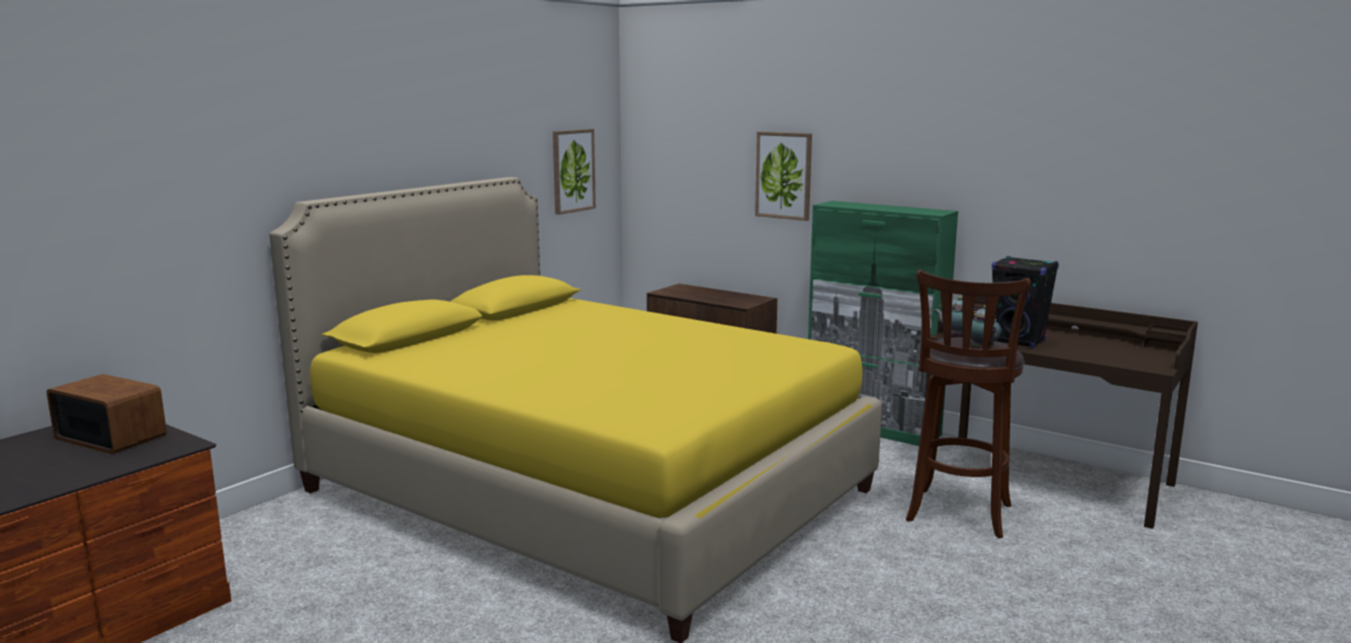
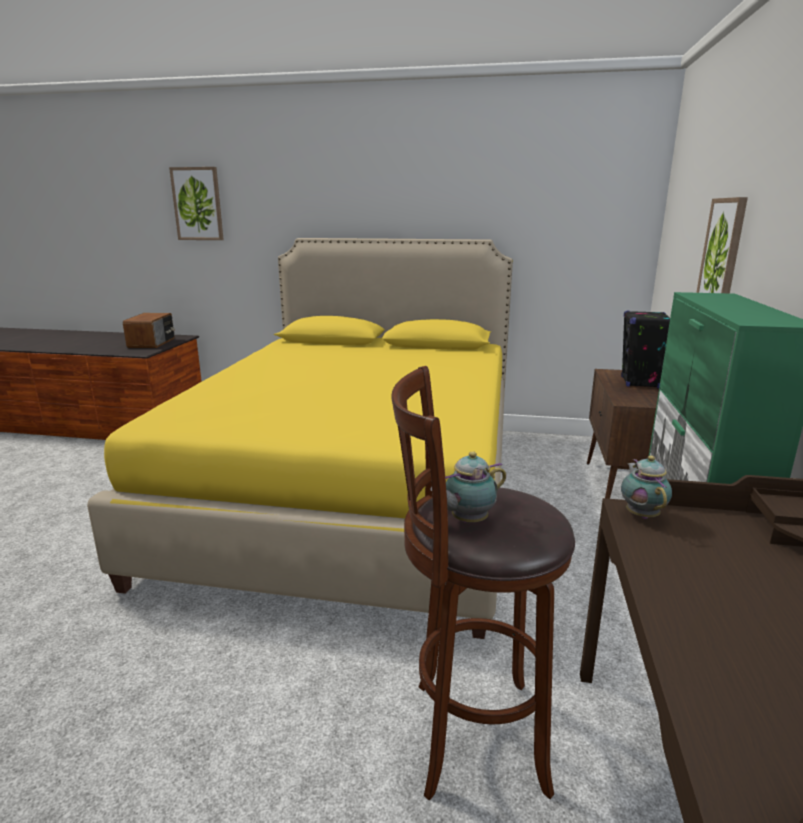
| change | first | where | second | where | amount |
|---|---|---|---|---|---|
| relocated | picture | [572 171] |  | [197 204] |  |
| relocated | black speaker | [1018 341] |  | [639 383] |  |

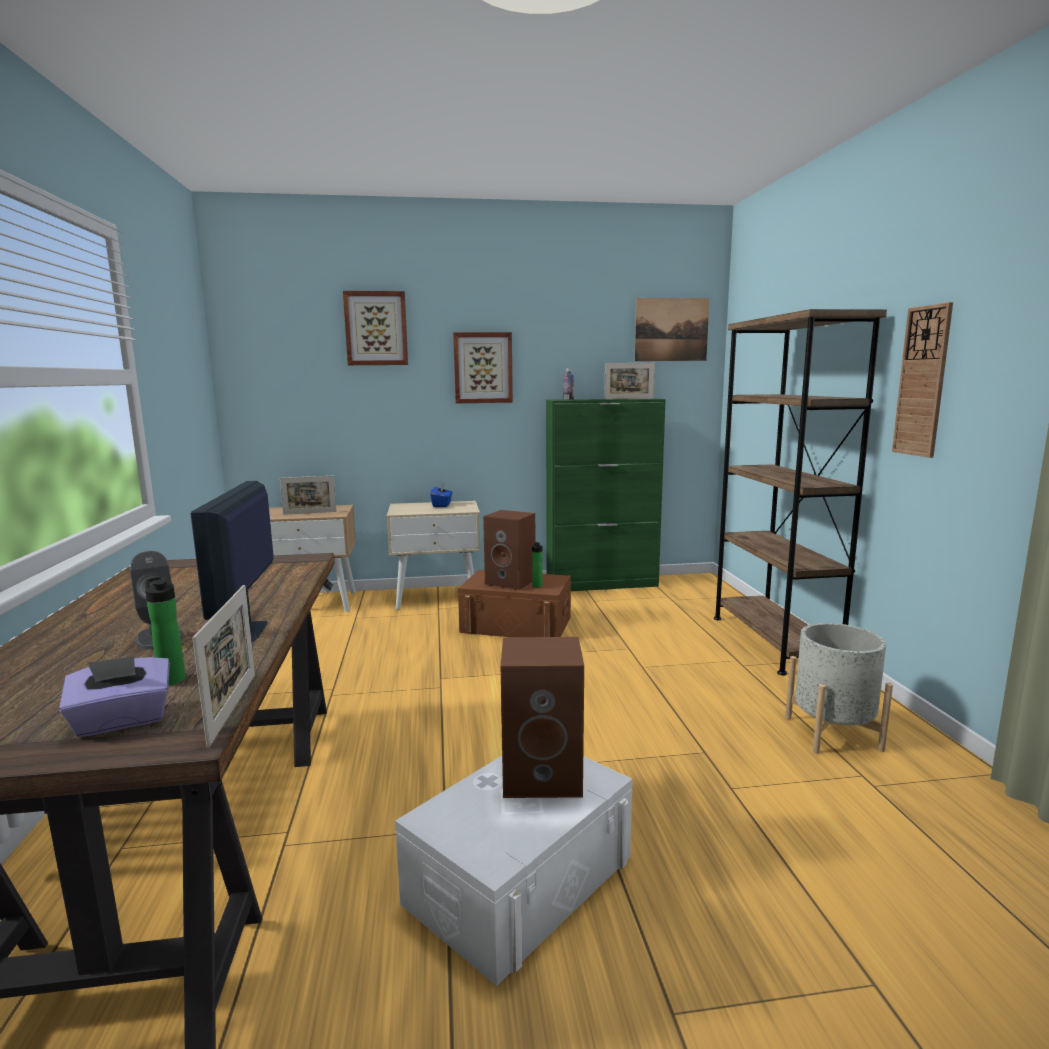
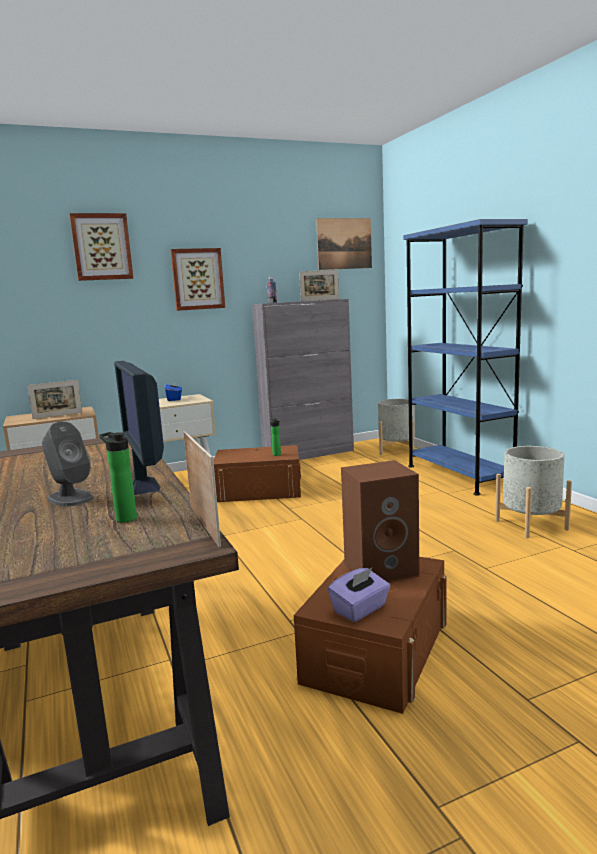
| change | first | where | second | where | amount |
|---|---|---|---|---|---|
| missing | wall clock | [922 381] |  |  |  |
| colour | brown bookcase | [773 641] | blue bookcase | [459 475] |  |
| colour | green cabinet | [602 584] | grey cabinet | [309 454] |  |
| missing | brown speaker | [512 582] |  |  |  |
| relocated | purple tissue box | [122 721] |  | [360 609] |  |
| colour | white storage box | [520 879] | brown storage box | [376 650] |  |
| appeared |  |  | grey planter | [397 450] |  |

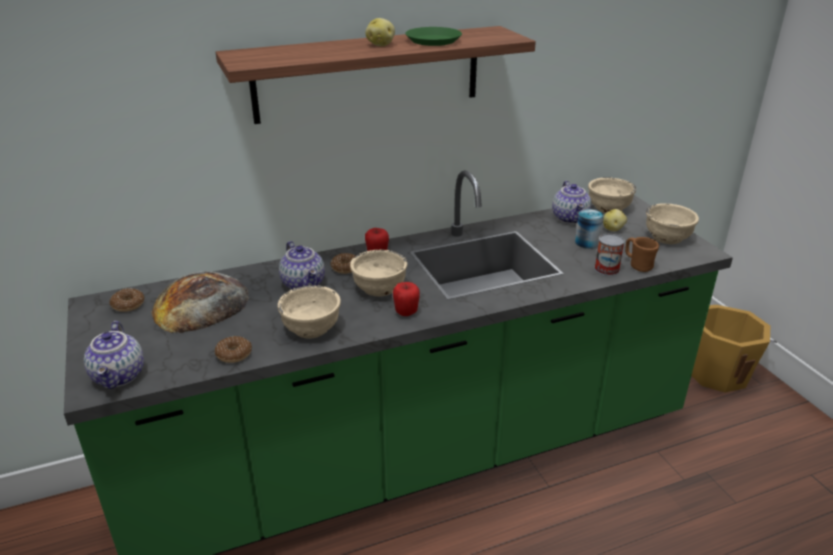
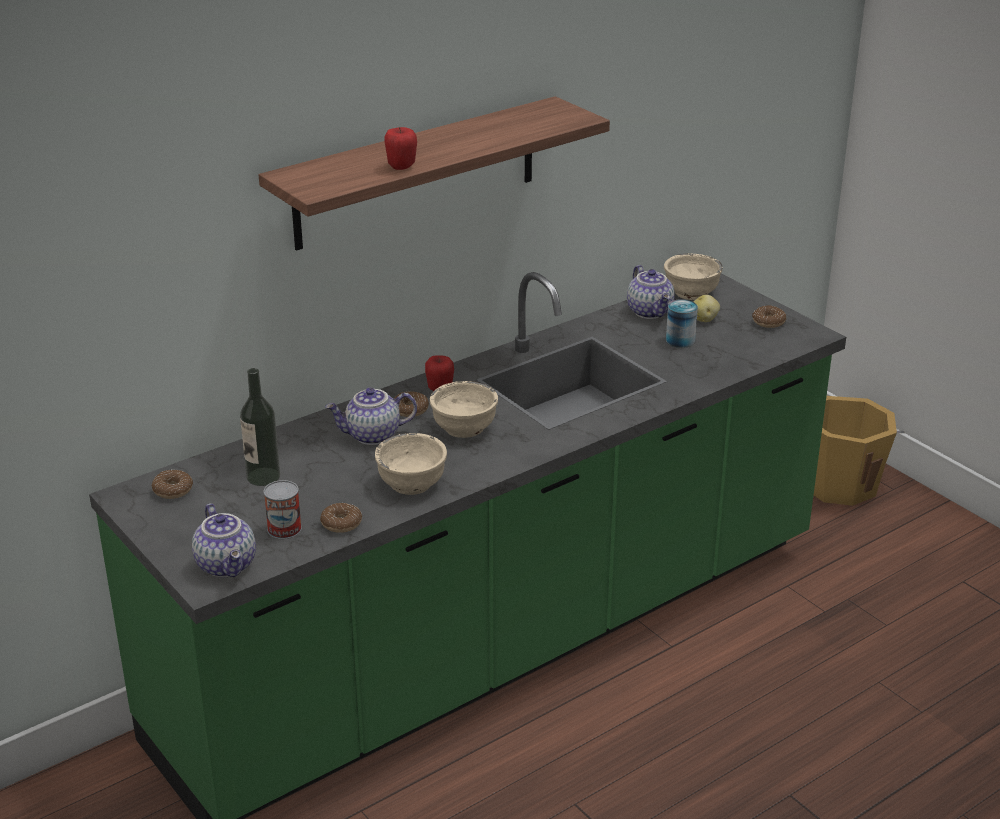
| change | first | where | second | where | amount |
|---|---|---|---|---|---|
| missing | potato | [381 45] |  |  |  |
| missing | green plate | [433 40] |  |  |  |
| exchanged | beige bowl | [667 237] | donut | [768 322] |  |
| relocated | can | [606 269] |  | [284 529] |  |
| missing | brown mug | [638 265] |  |  |  |
| spun | teapot | [304 284] |  | [372 436] | 120 degrees clockwise |
| exchanged | bread | [201 304] | bottle | [263 476] |  |
| relocated | apple | [406 313] |  | [401 167] |  |

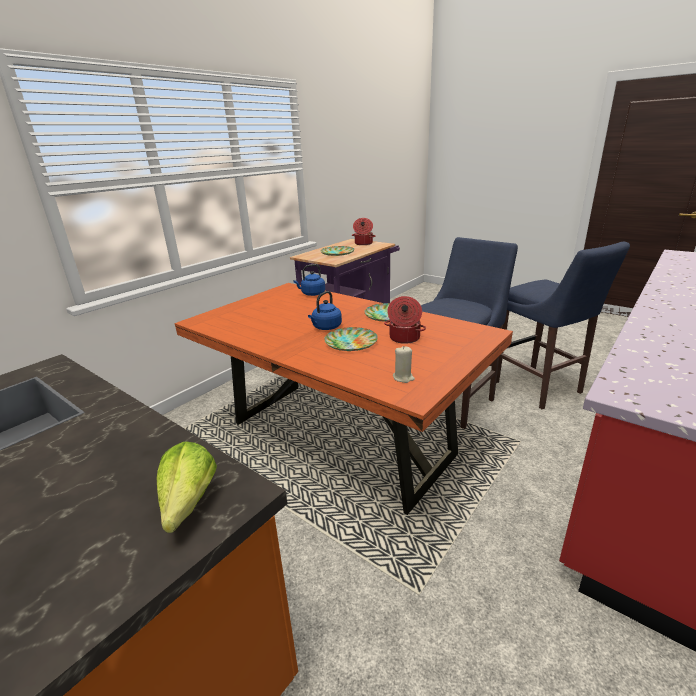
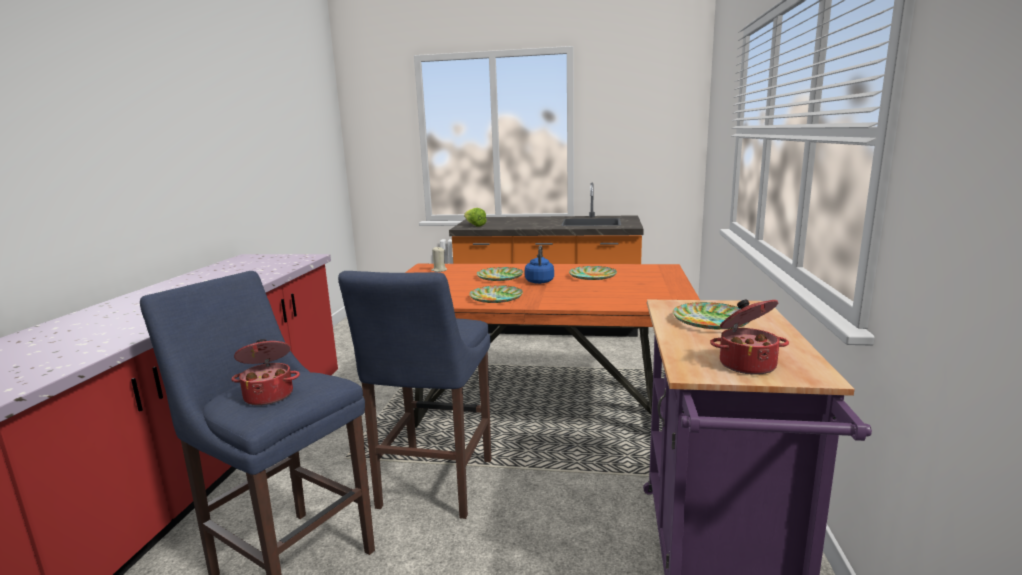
| change | first | where | second | where | amount |
|---|---|---|---|---|---|
| missing | blue kettle | [312 294] |  |  |  |
| relocated | cooking pot | [404 338] |  | [269 395] |  |
| appeared |  |  | plate | [592 276] |  |

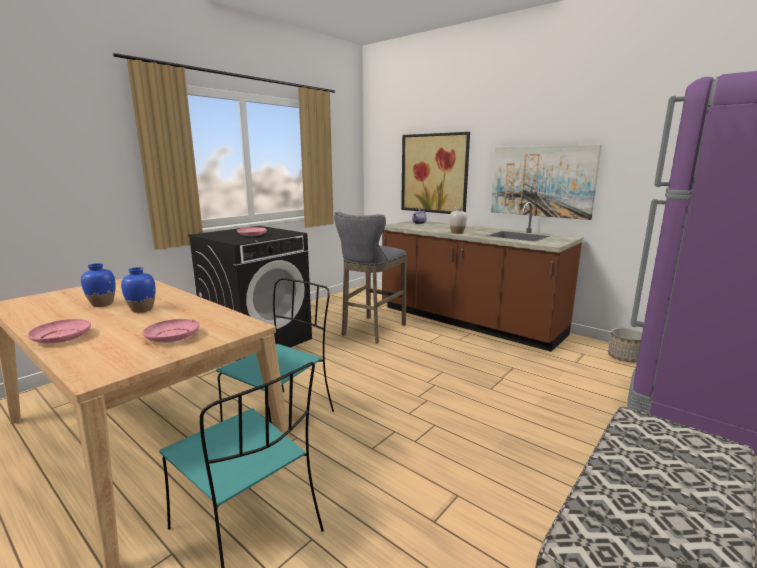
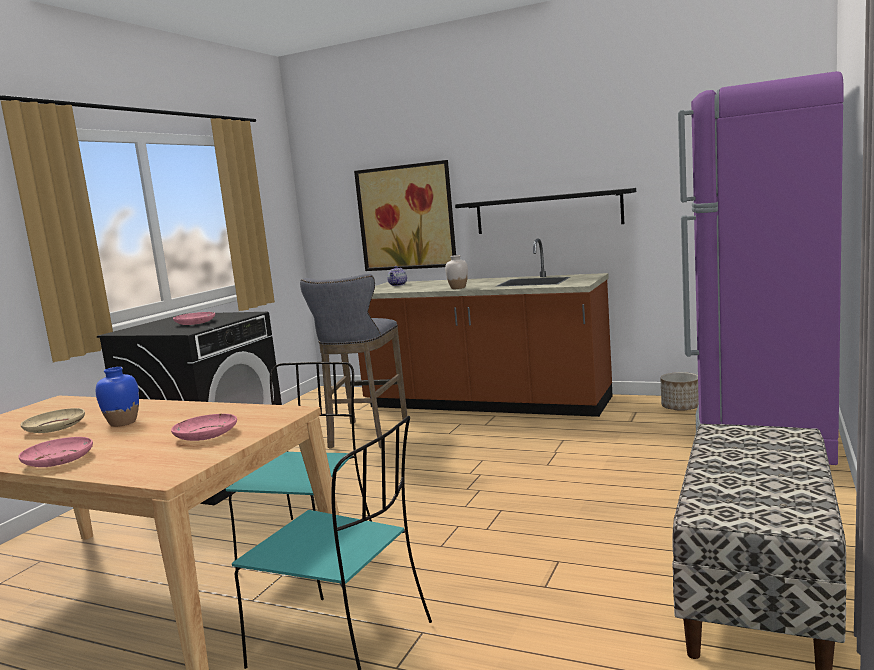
| change | first | where | second | where | amount |
|---|---|---|---|---|---|
| exchanged | picture | [541 181] | black shelf | [547 212] |  |
| exchanged | blue vase | [102 304] | beige plate | [55 428] |  |

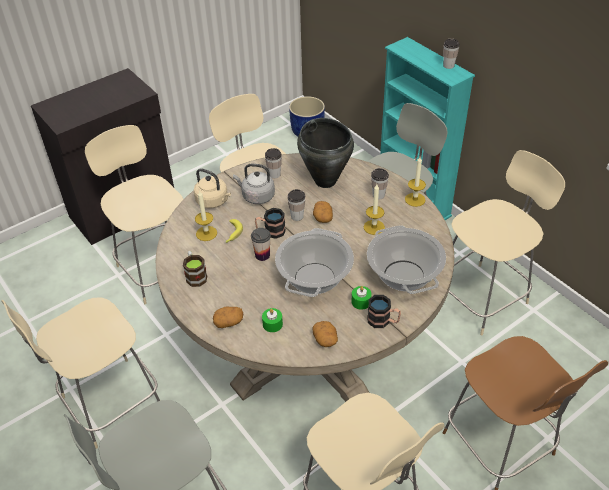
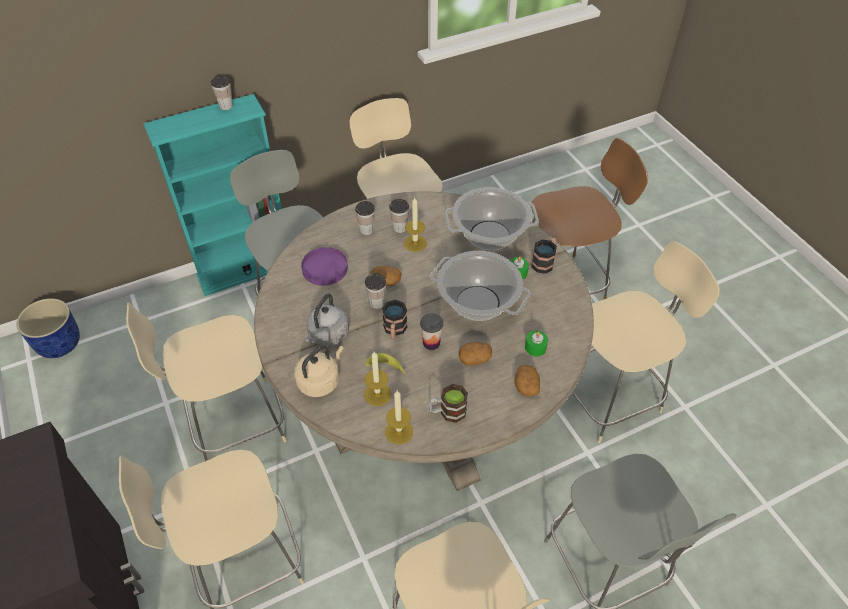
| change | first | where | second | where | amount |
|---|---|---|---|---|---|
| exchanged | black cooking pot | [325 180] | purple plate | [324 268] |  |
| relocated | cup | [274 174] |  | [400 228] |  |
| relocated | candle | [415 199] |  | [399 432] |  |
| relocated | potato | [325 339] |  | [474 358] |  |

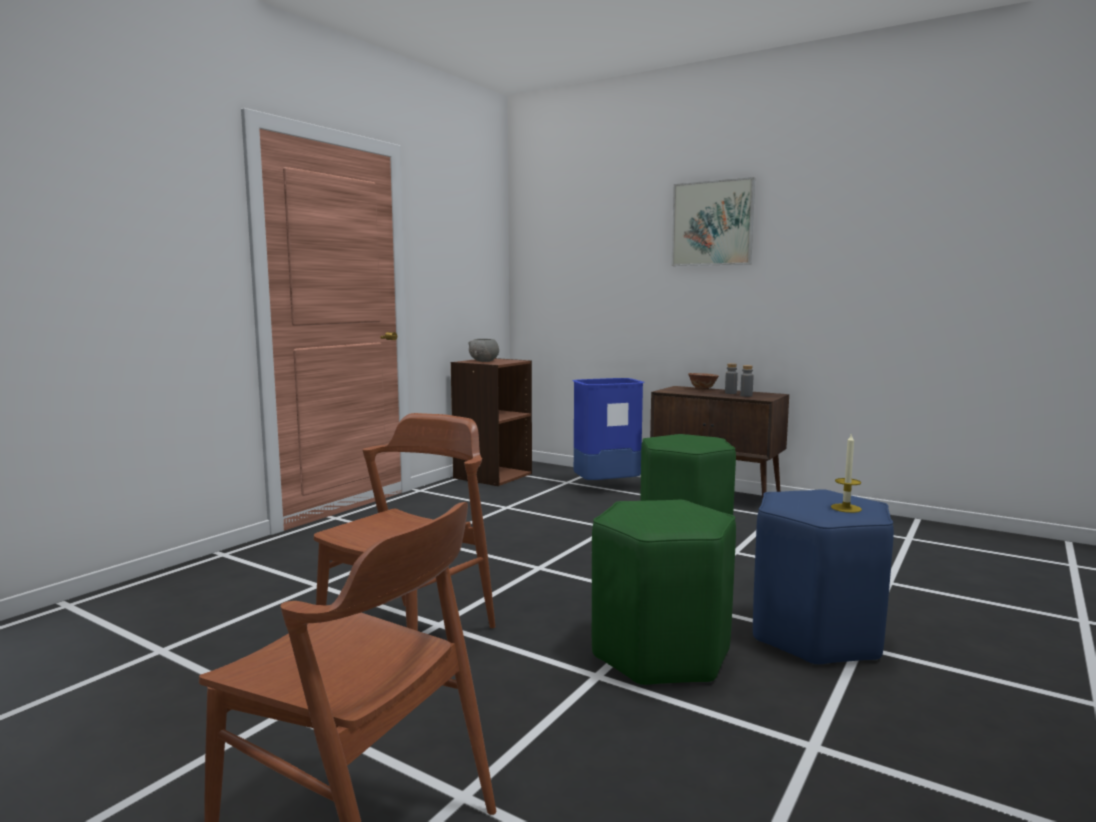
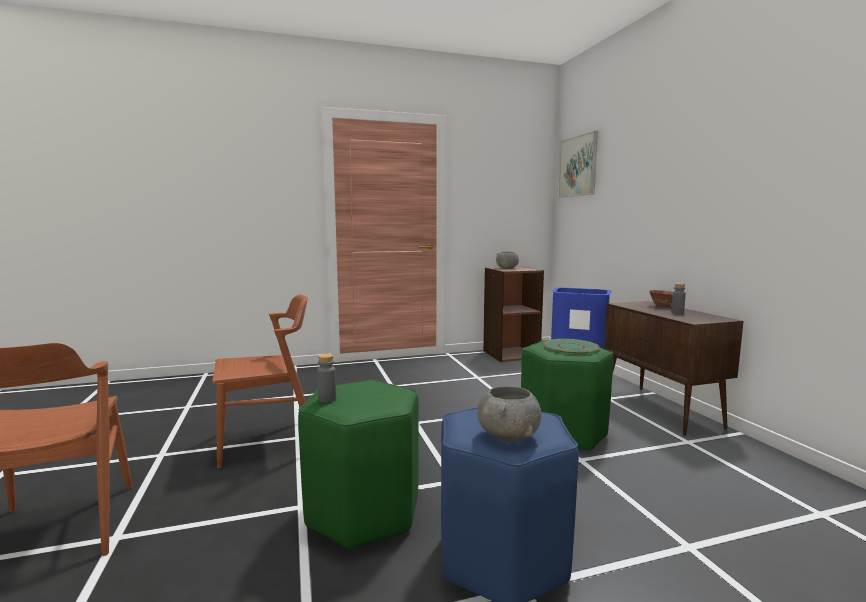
| change | first | where | second | where | amount |
|---|---|---|---|---|---|
| relocated | picture | [712 223] |  | [578 166] |  |
| relocated | grey bottle | [746 396] |  | [327 399] |  |
| exchanged | candle | [846 508] | grey bowl | [508 436] |  |
| appeared |  |  | green plate | [571 347] |  |

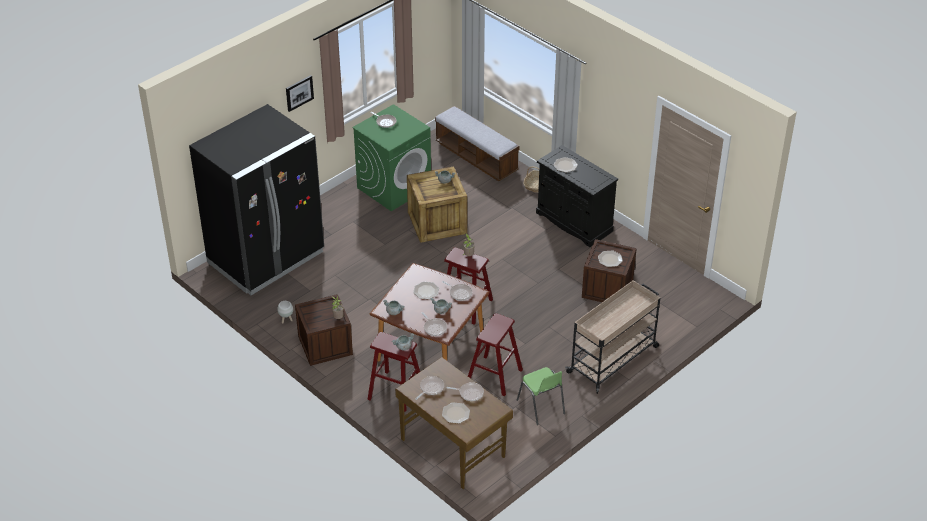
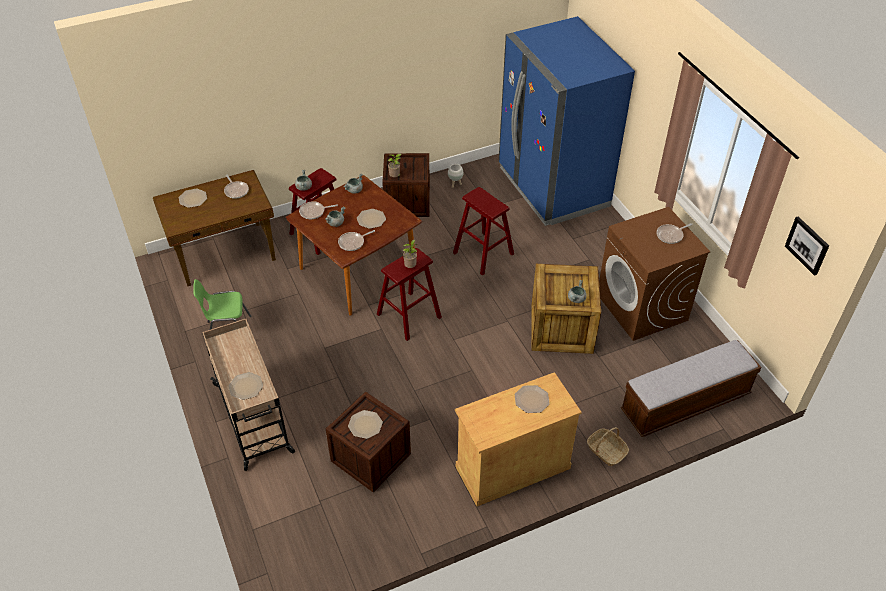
| change | first | where | second | where | amount |
|---|---|---|---|---|---|
| relocated | picture | [299 92] |  | [807 245] |  |
| colour | black fridge | [266 258] | blue fridge | [552 187] |  |
| colour | green washing machine | [394 187] | brown washing machine | [642 307] |  |
| colour | black cabinet | [574 222] | beige cabinet | [512 467] |  |
| relocated | red stool | [494 375] |  | [483 253] |  |
| missing | frying pan | [469 393] |  |  |  |
| appeared |  |  | plate | [246 386] |  |

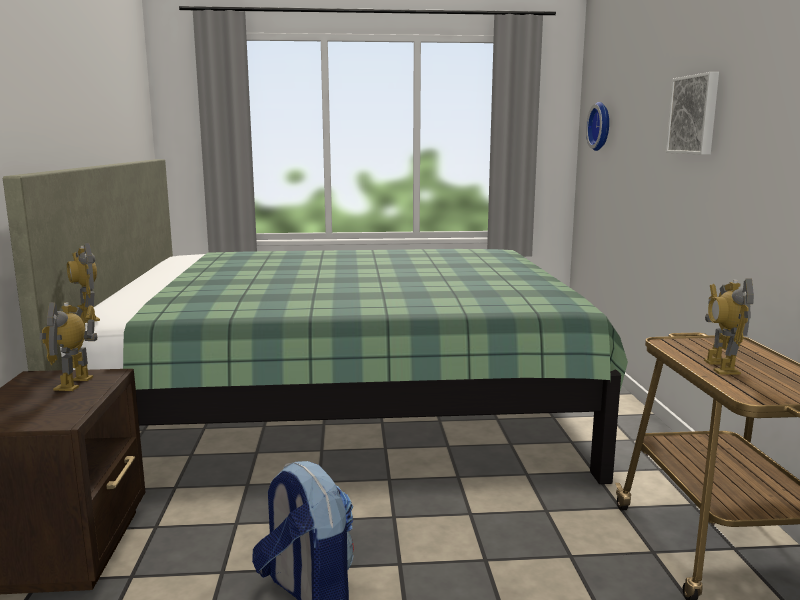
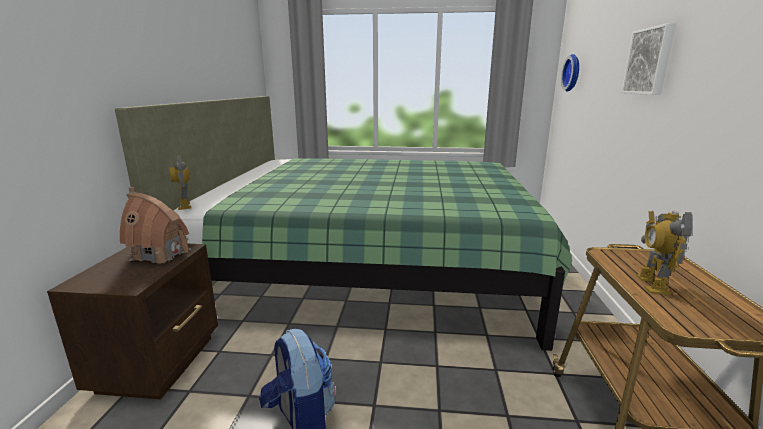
| change | first | where | second | where | amount |
|---|---|---|---|---|---|
| exchanged | toy robot | [75 383] | toy house | [161 254] |  |

